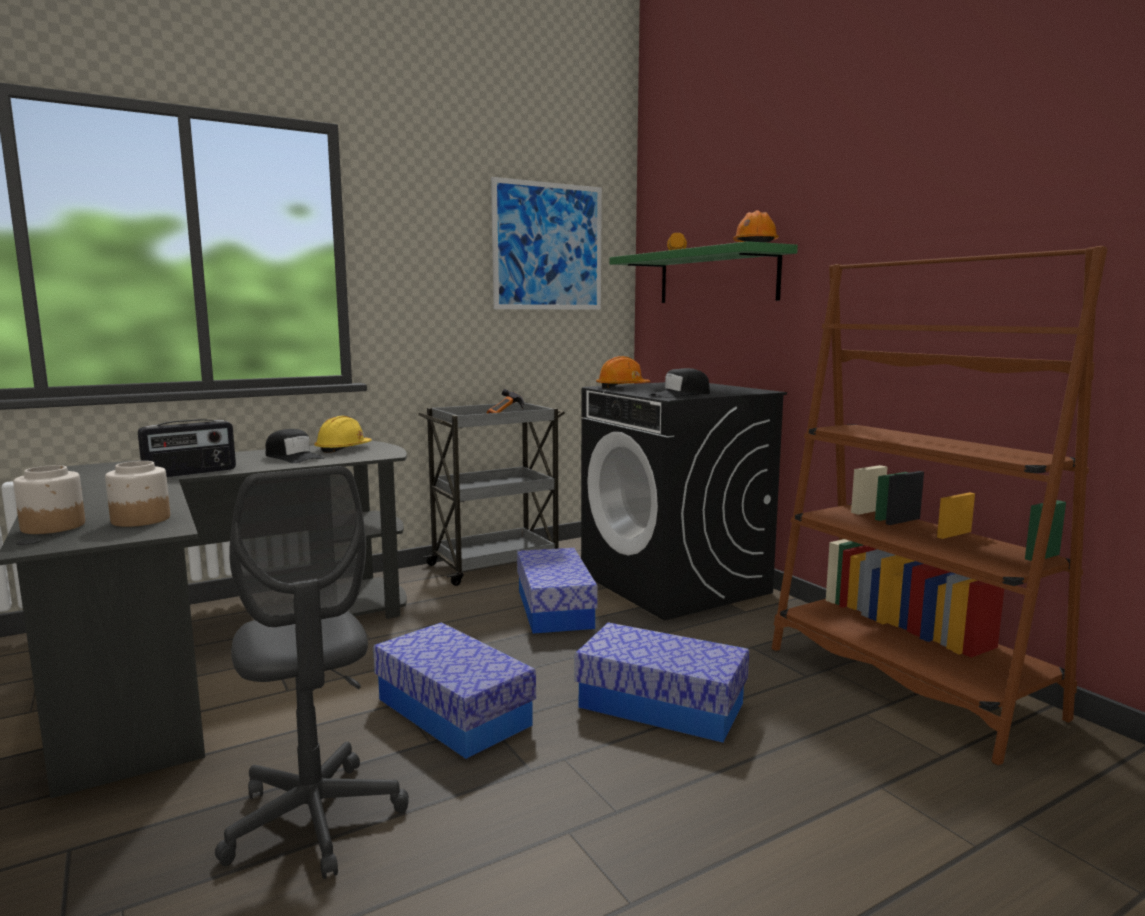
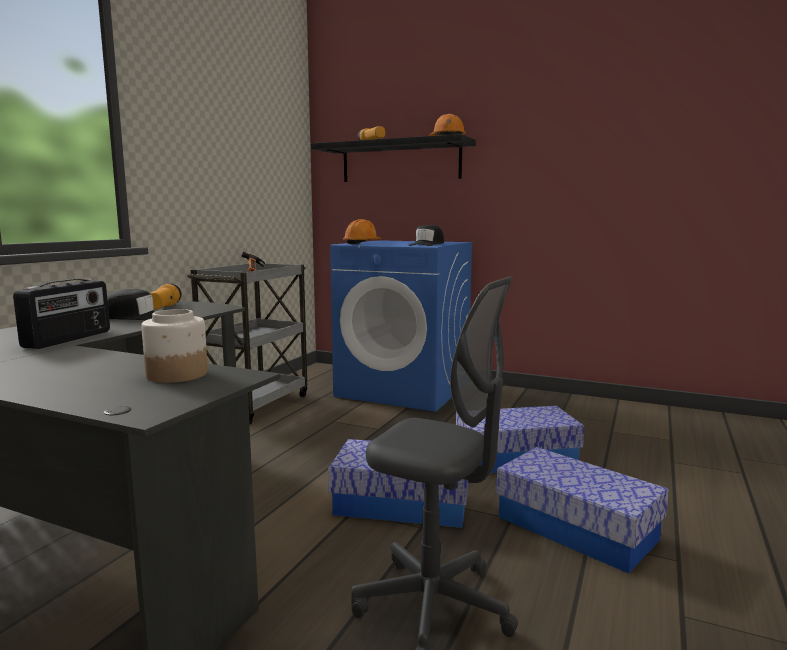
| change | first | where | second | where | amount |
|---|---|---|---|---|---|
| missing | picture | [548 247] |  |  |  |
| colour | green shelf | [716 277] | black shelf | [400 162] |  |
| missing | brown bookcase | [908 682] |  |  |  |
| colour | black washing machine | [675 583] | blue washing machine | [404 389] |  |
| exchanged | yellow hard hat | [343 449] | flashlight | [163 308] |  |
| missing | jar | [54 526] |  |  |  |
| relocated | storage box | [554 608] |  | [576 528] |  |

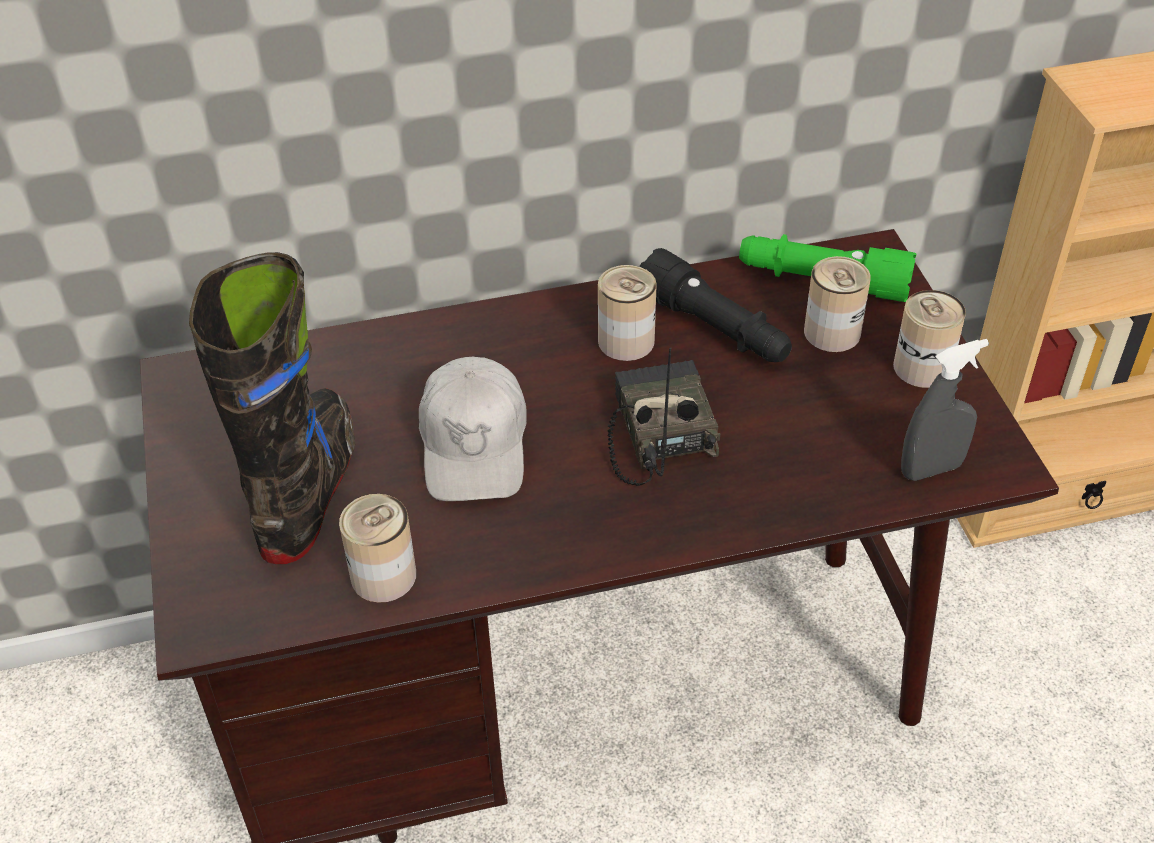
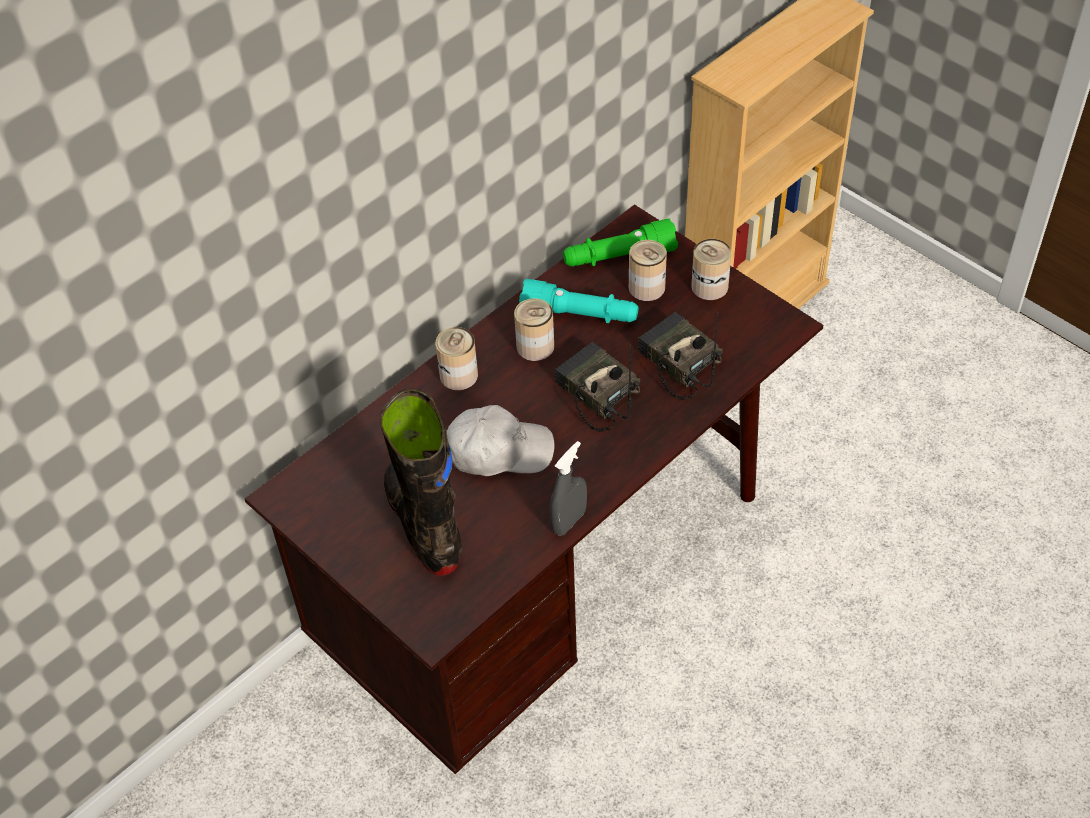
| change | first | where | second | where | amount |
|---|---|---|---|---|---|
| colour | black flashlight | [714 328] | turquoise flashlight | [579 315] |  |
| relocated | grey spray bottle | [931 469] |  | [569 521] |  |
| spun | white cap | [475 445] |  | [499 450] | 60 degrees counterclockwise |
| relocated | can | [383 576] |  | [458 375] |  |
| appeared |  |  | radio | [677 363] |  |

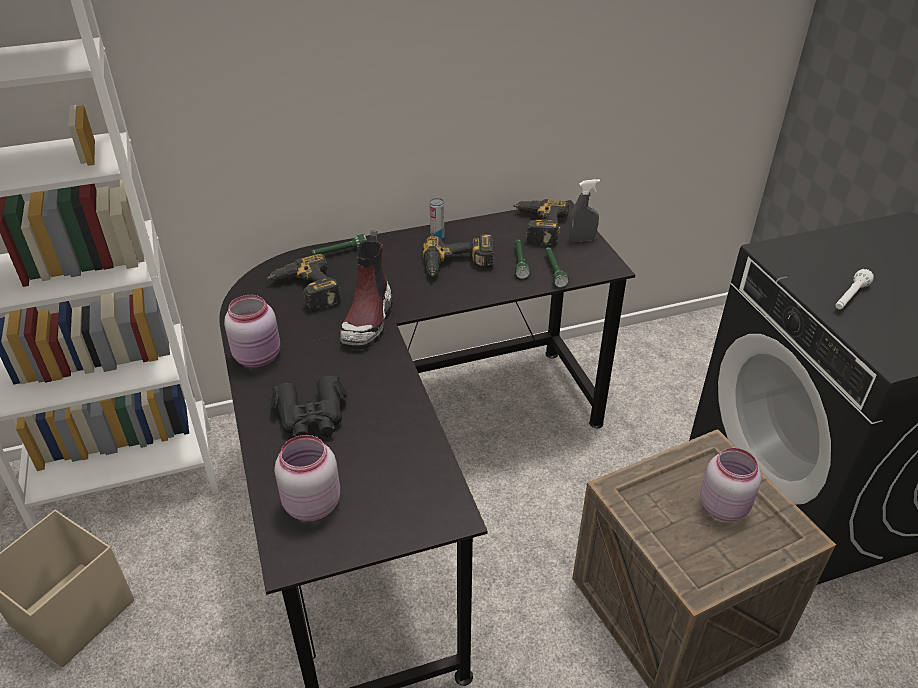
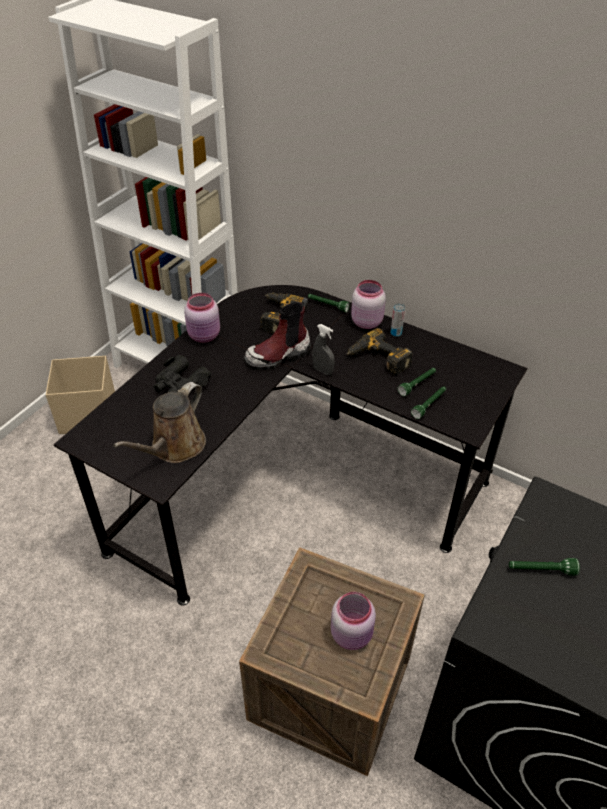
| change | first | where | second | where | amount |
|---|---|---|---|---|---|
| relocated | grey spray bottle | [582 240] |  | [323 371] |  |
| missing | power drill | [536 227] |  |  |  |
| colour | white flashlight | [849 297] | green flashlight | [541 570] |  |
| relocated | pink jar | [310 504] |  | [366 321] |  |
| appeared |  |  | brown watering can | [174 447] |  |

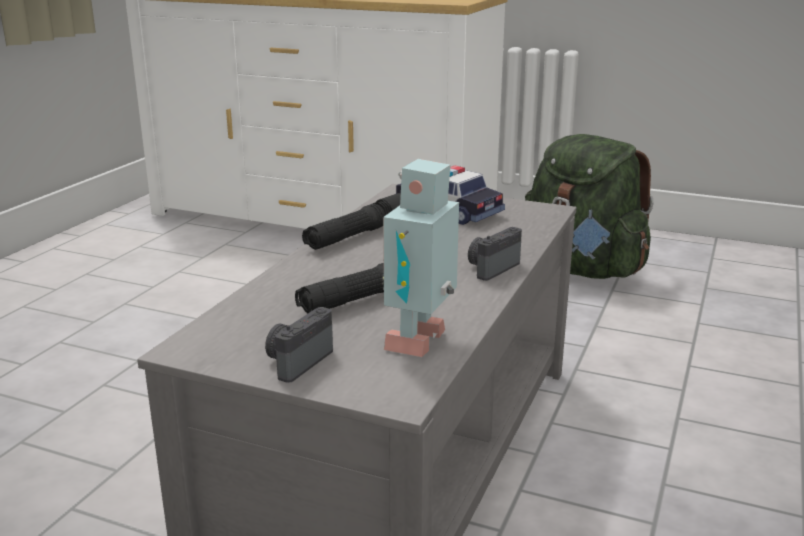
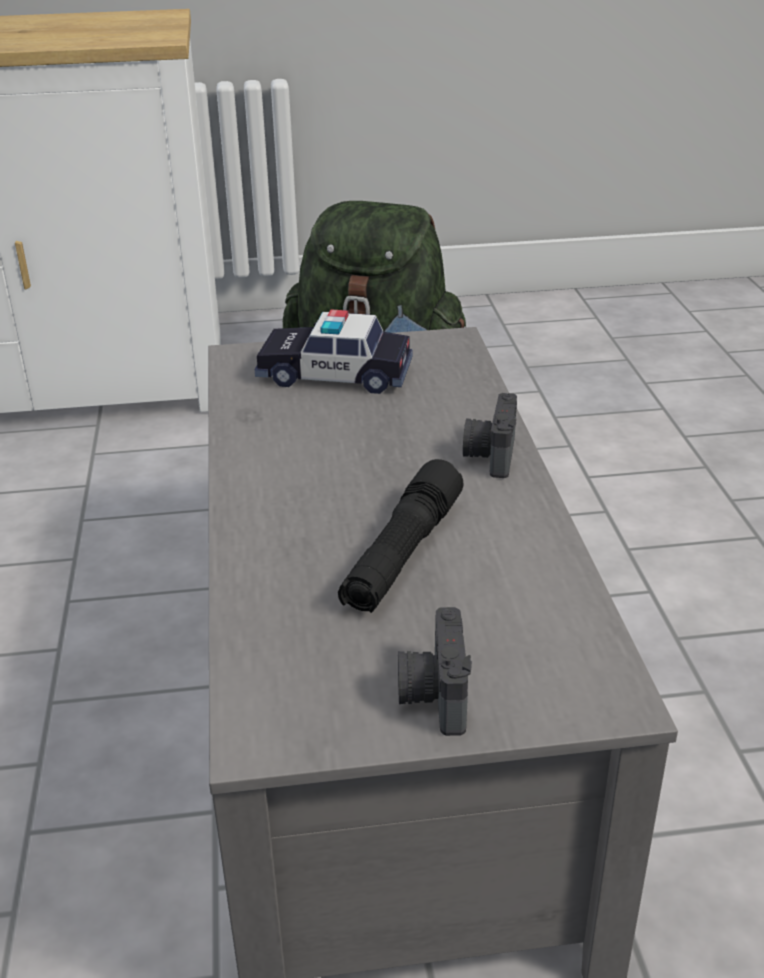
| change | first | where | second | where | amount |
|---|---|---|---|---|---|
| missing | toy robot | [422 341] |  |  |  |
| missing | black flashlight | [358 235] |  |  |  |

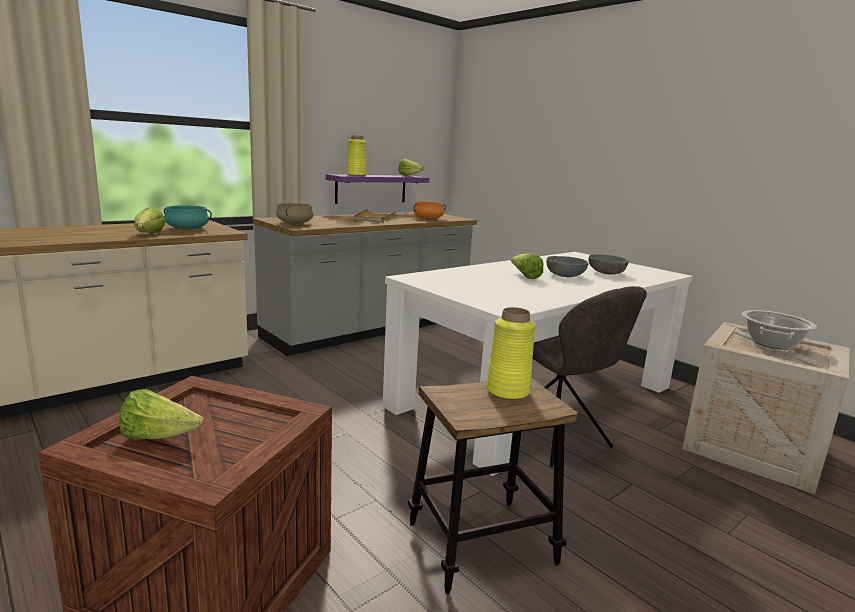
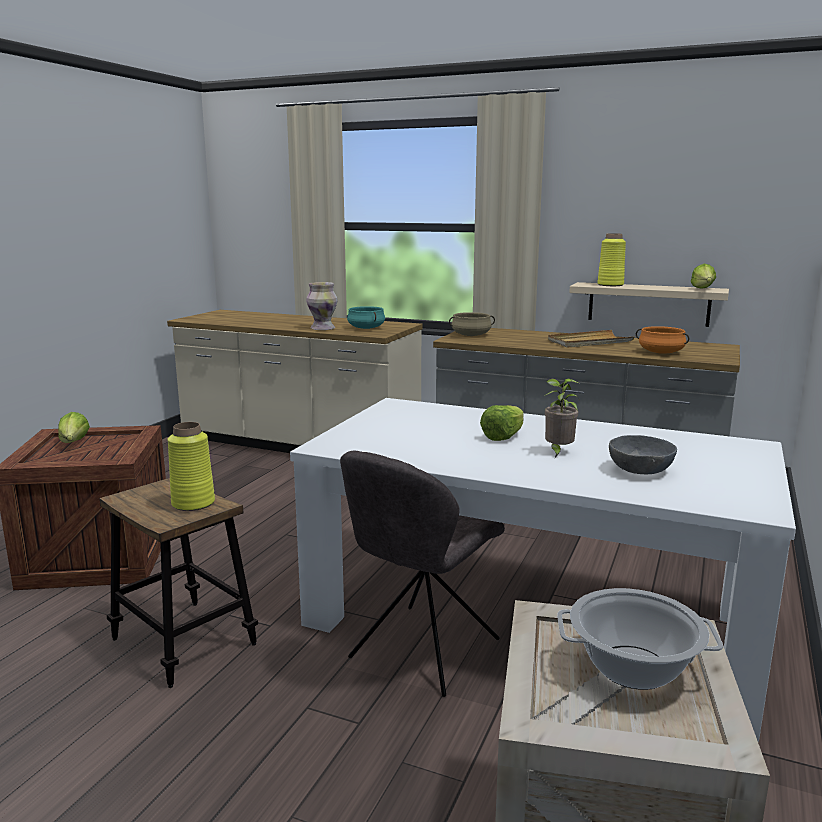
| change | first | where | second | where | amount |
|---|---|---|---|---|---|
| colour | purple shelf | [371 189] | beige shelf | [648 304] |  |
| exchanged | lettuce | [149 234] | vase | [323 328] |  |
| exchanged | grey bowl | [565 275] | potted plant | [558 452] |  |

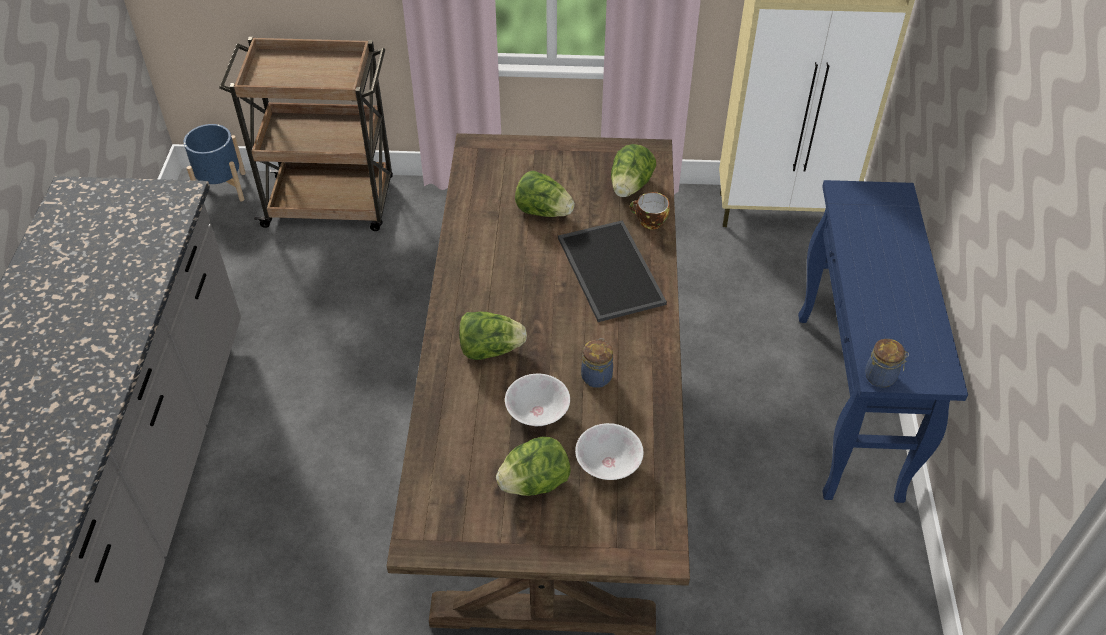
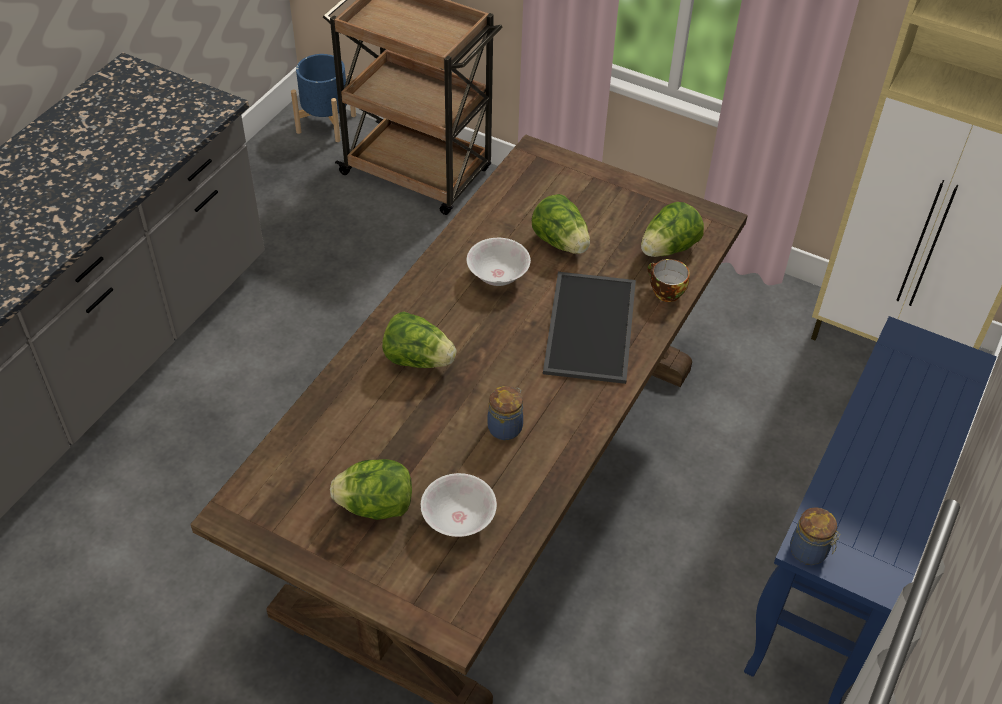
| change | first | where | second | where | amount |
|---|---|---|---|---|---|
| relocated | white bowl | [537 413] |  | [497 276] |  |

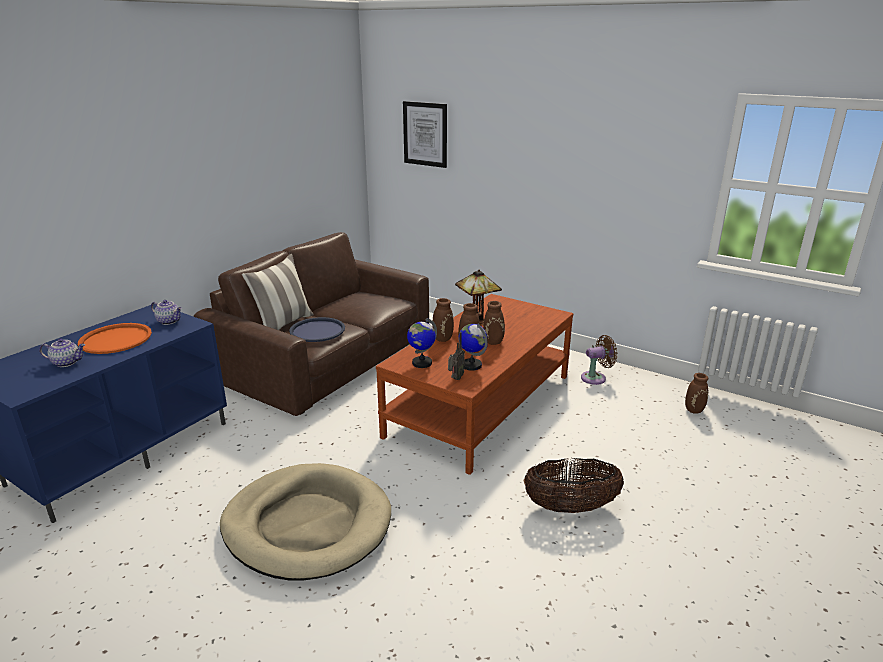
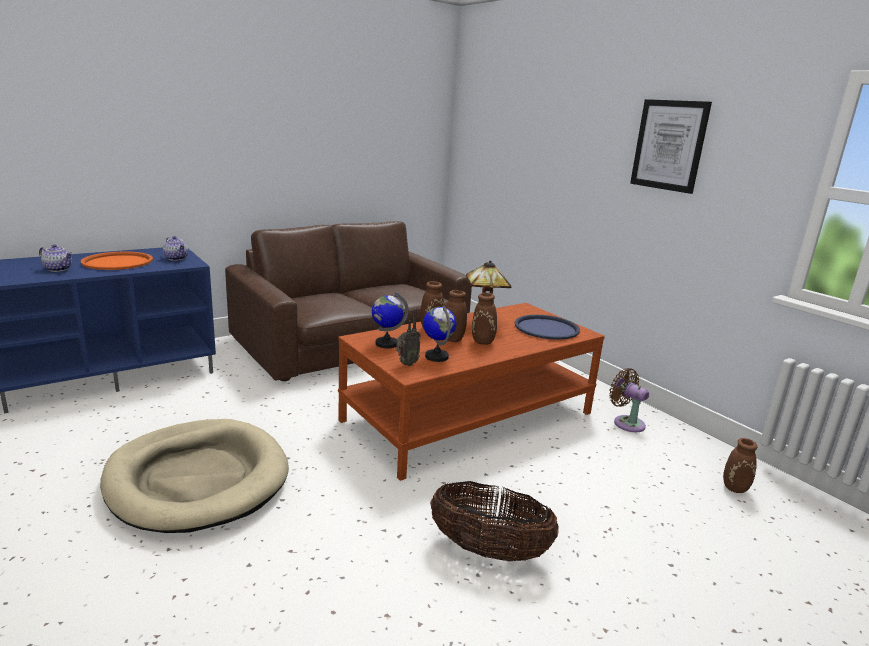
| change | first | where | second | where | amount |
|---|---|---|---|---|---|
| relocated | picture | [425 134] |  | [669 145] |  |
| missing | pillow | [283 324] |  |  |  |
| relocated | blue tray | [317 330] |  | [546 328] |  |
| spun | brown fan | [596 378] |  | [626 422] | 135 degrees counterclockwise |

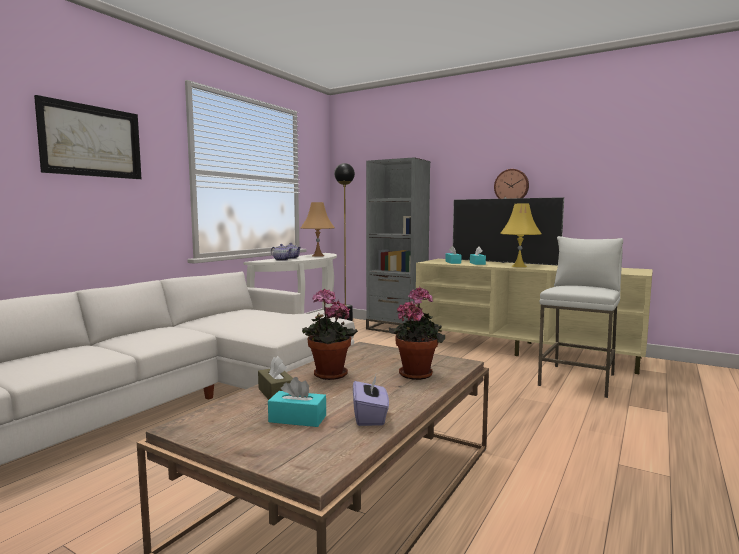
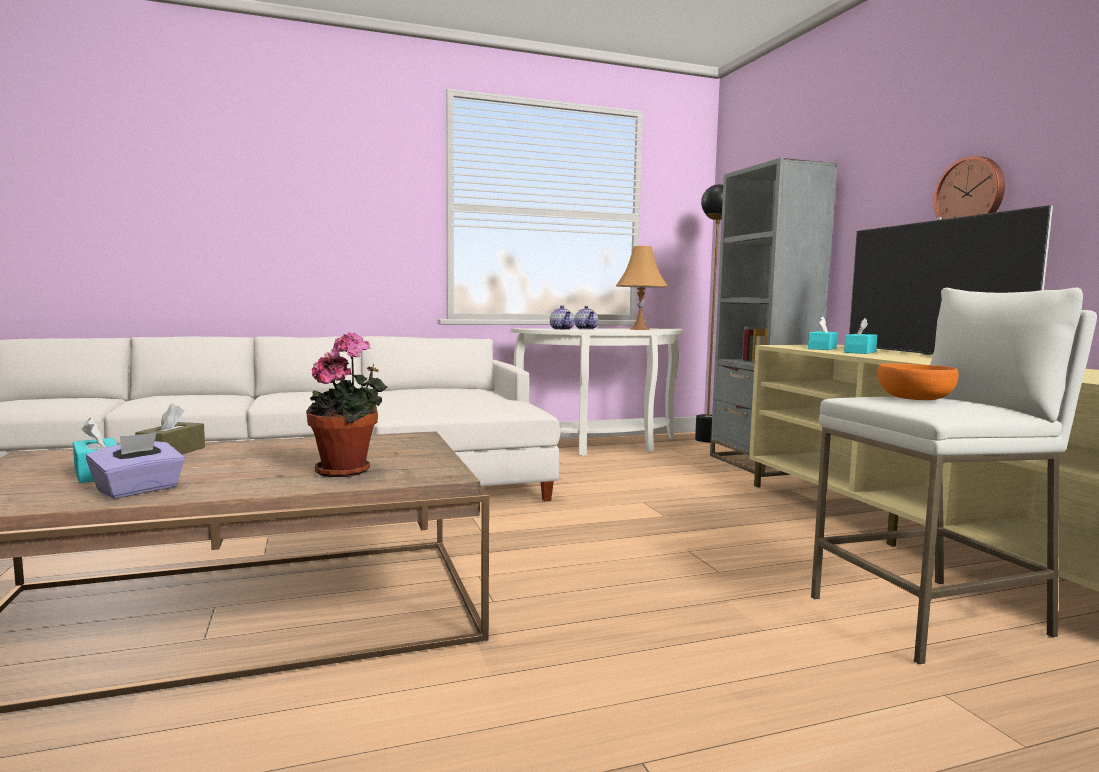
| change | first | where | second | where | amount |
|---|---|---|---|---|---|
| missing | picture | [91 141] |  |  |  |
| missing | yellow table lamp | [519 266] |  |  |  |
| missing | potted plant | [328 375] |  |  |  |
| appeared |  |  | orange bowl | [915 399] |  |

